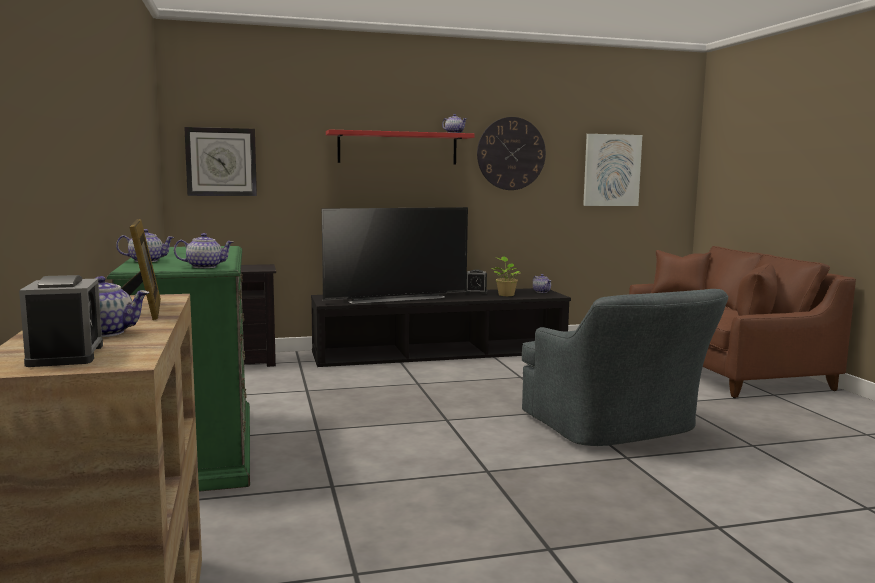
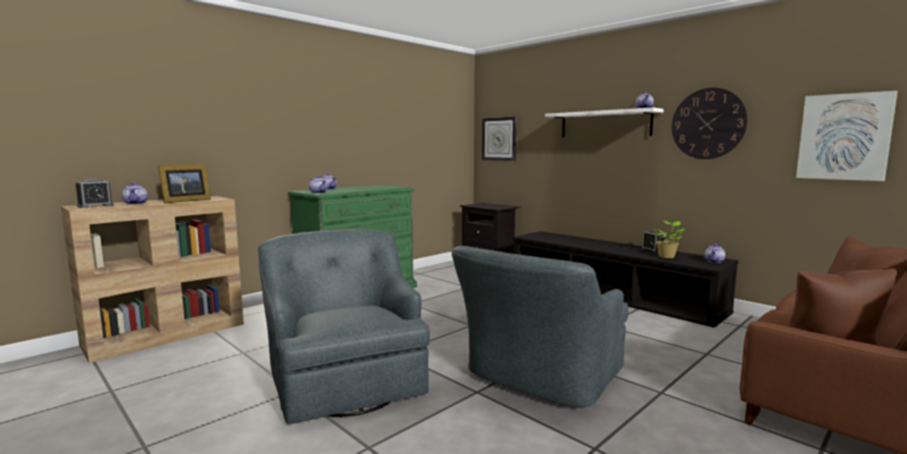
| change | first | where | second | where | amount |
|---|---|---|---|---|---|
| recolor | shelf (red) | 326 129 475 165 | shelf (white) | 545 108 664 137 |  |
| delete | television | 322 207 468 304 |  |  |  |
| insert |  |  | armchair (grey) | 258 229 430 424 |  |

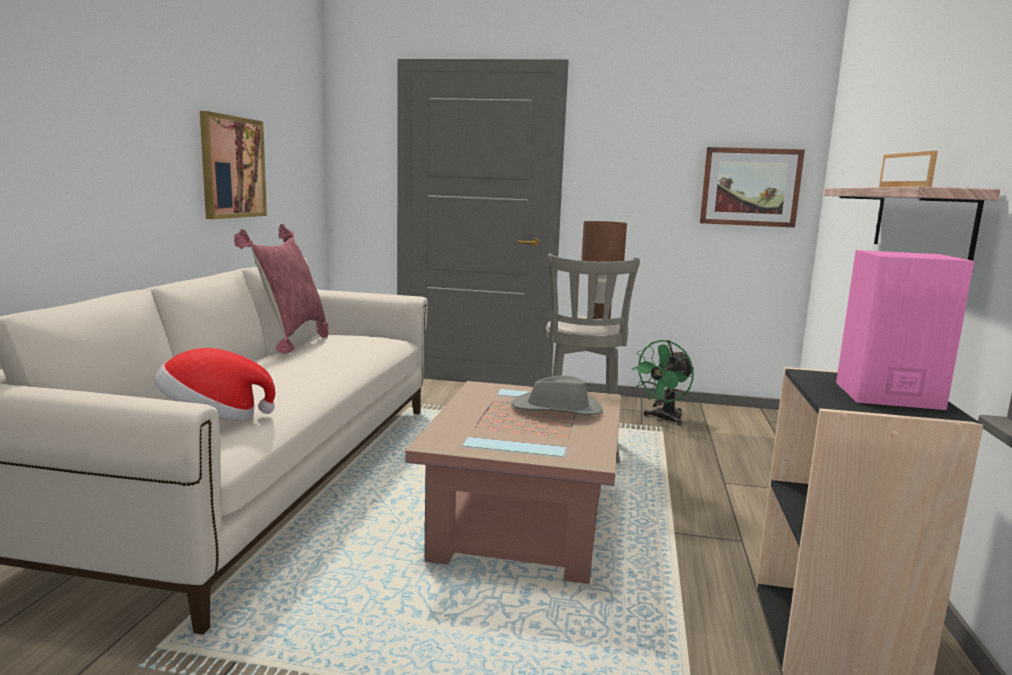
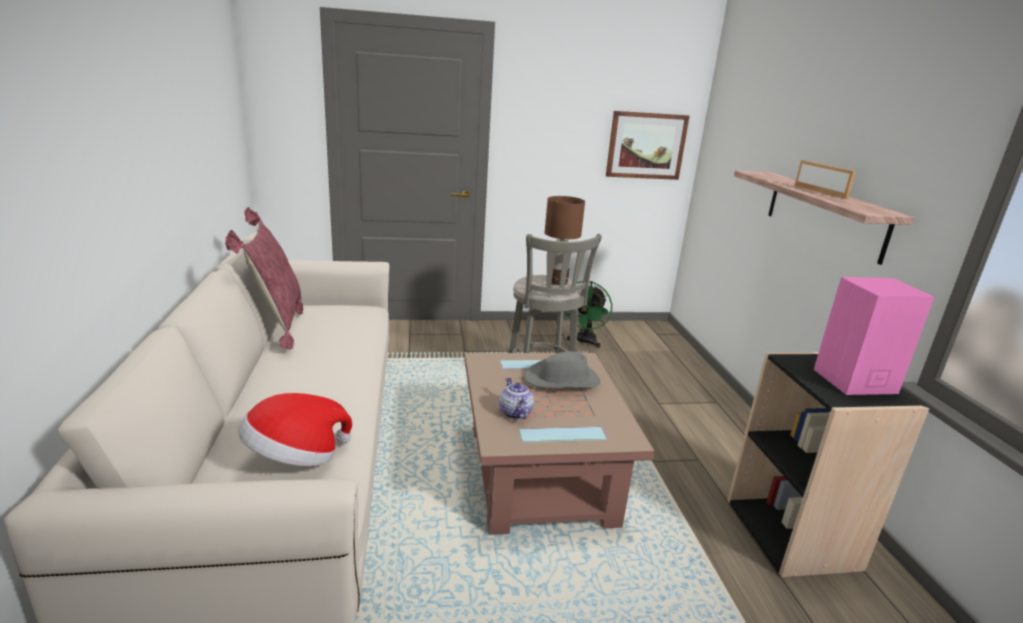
| change | first | where | second | where | amount |
|---|---|---|---|---|---|
| delete | picture | 200 111 267 219 |  |  |  |
| insert |  |  | teapot | 499 378 534 419 |  |

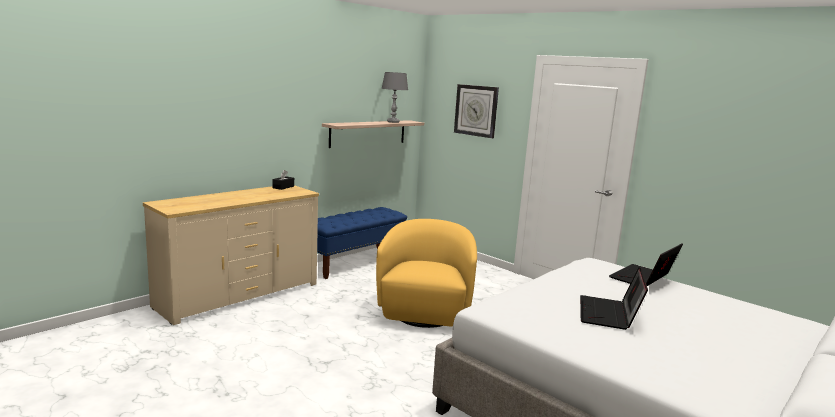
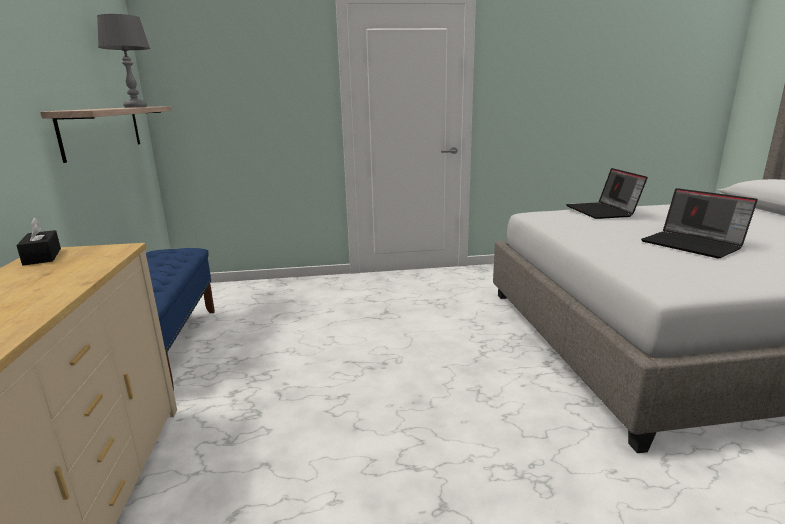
| change | first | where | second | where | amount |
|---|---|---|---|---|---|
| delete | wall clock | 454 84 499 138 |  |  |  |
| delete | armchair (yellow) | 376 219 477 328 |  |  |  |

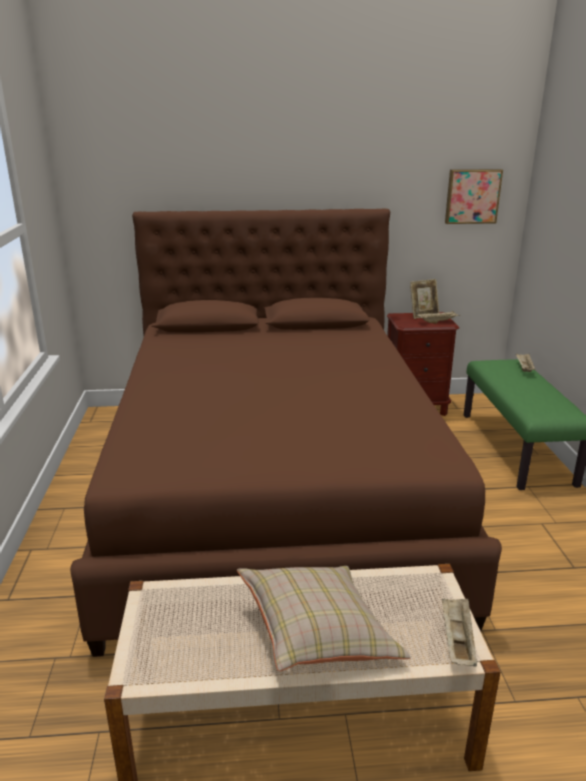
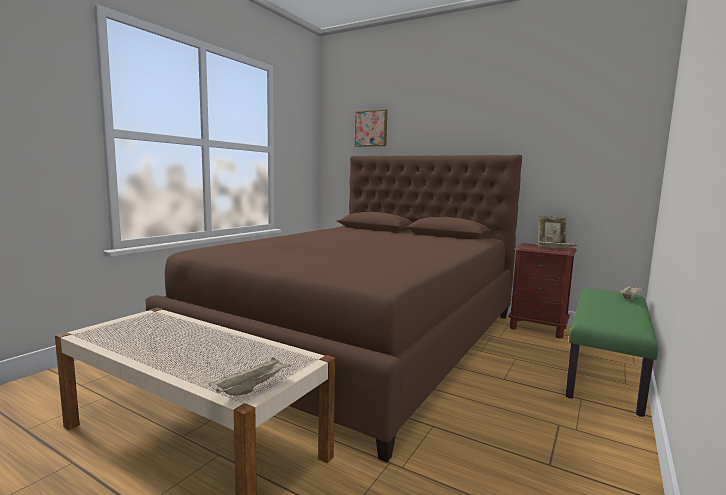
| change | first | where | second | where | amount |
|---|---|---|---|---|---|
| move | picture | 445 169 503 224 |  | 355 109 387 147 |  |
| delete | pillow (beige) | 237 566 411 671 |  |  |  |

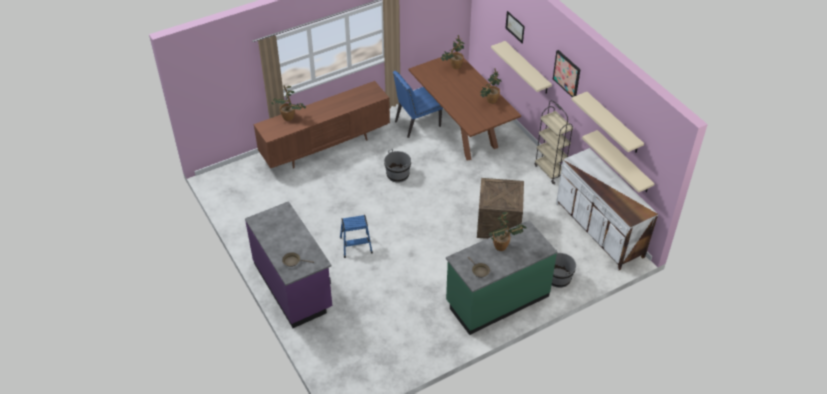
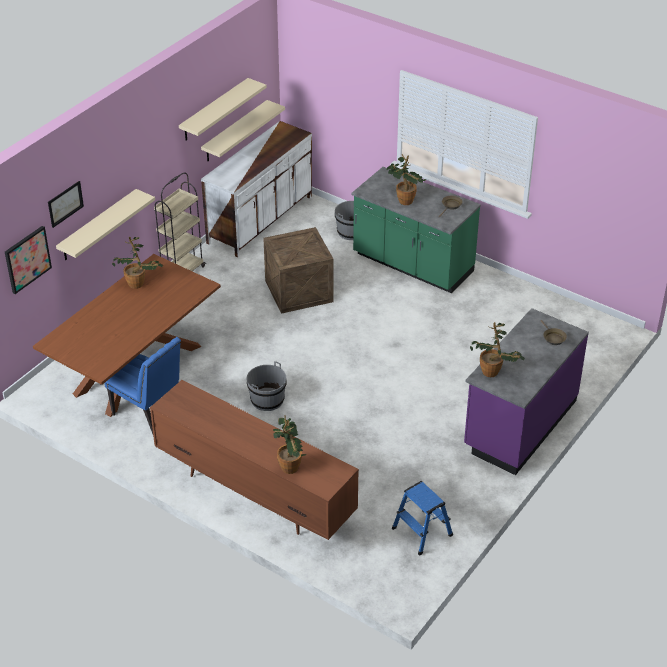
| change | first | where | second | where | amount |
|---|---|---|---|---|---|
| move | potted plant | 441 35 465 69 |  | 470 322 525 377 |  |
| move | picture | 553 50 581 97 |  | 5 226 52 294 |  |
| move | step ladder (blue) | 340 215 373 258 |  | 392 480 453 556 |  |

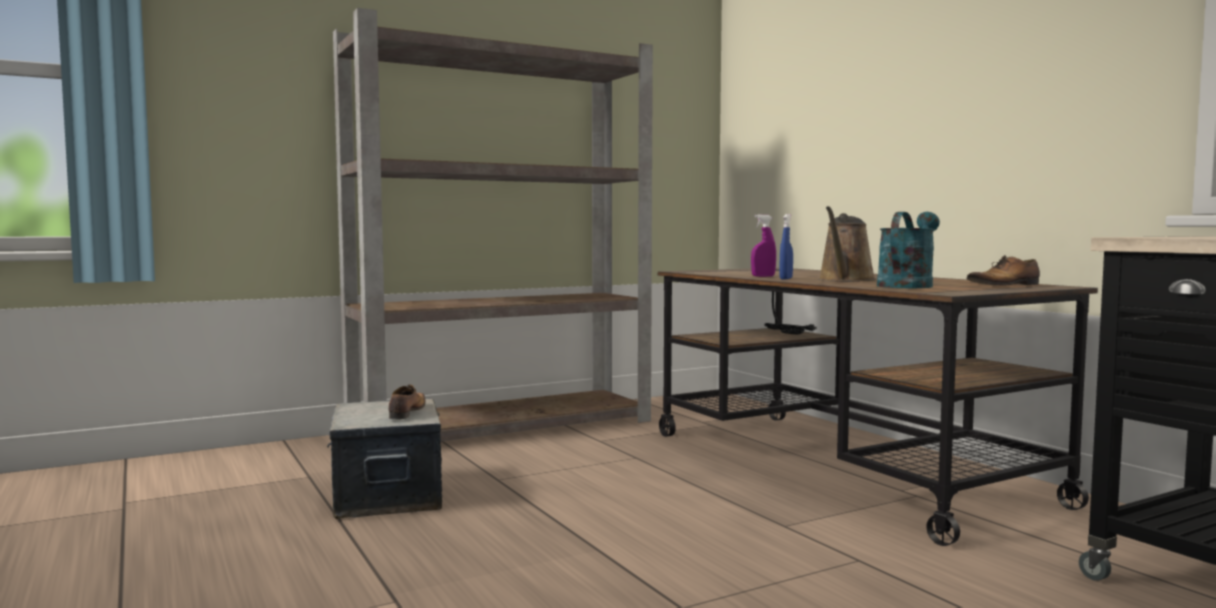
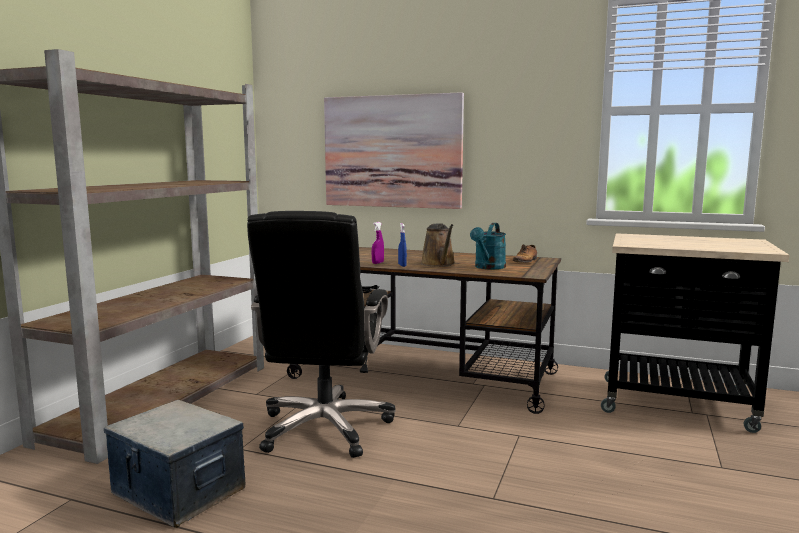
| change | first | where | second | where | amount |
|---|---|---|---|---|---|
| rotate | watering can (turquoise) | 877 212 940 288 |  | 470 223 506 269 | 150 degrees counterclockwise |
| delete | shoe | 389 384 425 419 |  |  |  |
| insert |  |  | picture | 324 92 464 209 |  |
| insert |  |  | office chair (black) | 247 211 395 458 |  |

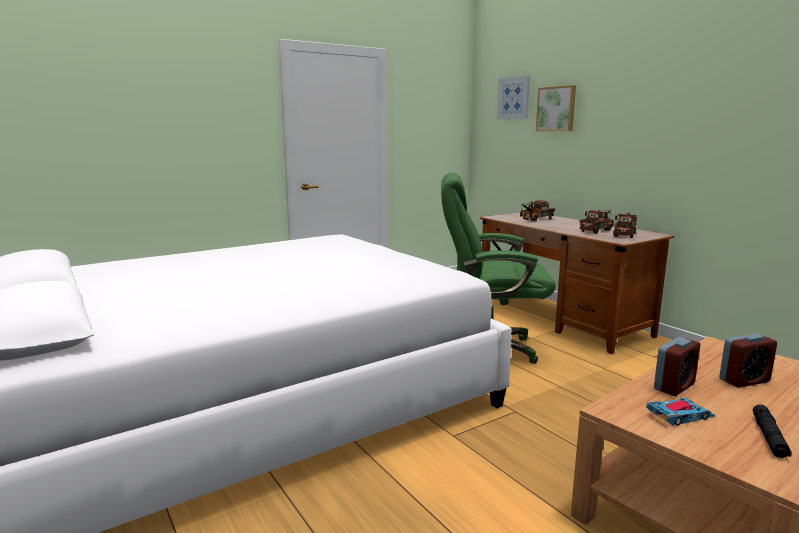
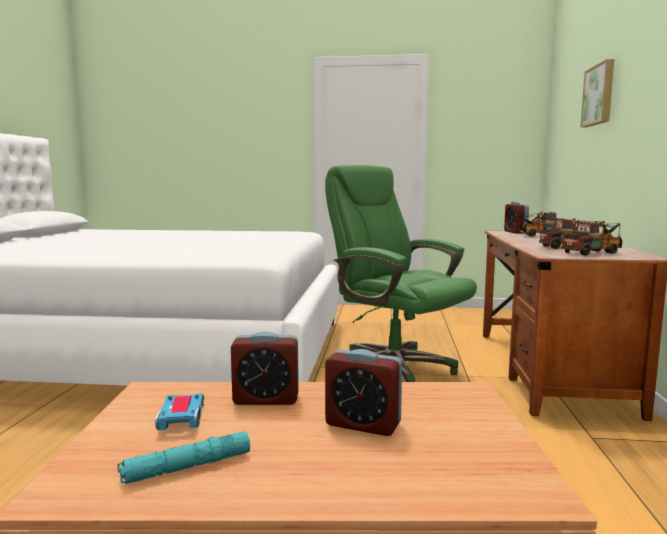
| change | first | where | second | where | amount |
|---|---|---|---|---|---|
| delete | picture | 497 76 530 119 |  |  |  |
| rotate | toy car | 646 398 715 425 |  | 155 393 204 430 | 120 degrees counterclockwise |
| recolor | flashlight (black) | 753 404 792 458 | flashlight (turquoise) | 118 431 250 484 |  |
| insert |  |  | alarm clock | 504 201 529 234 |  |

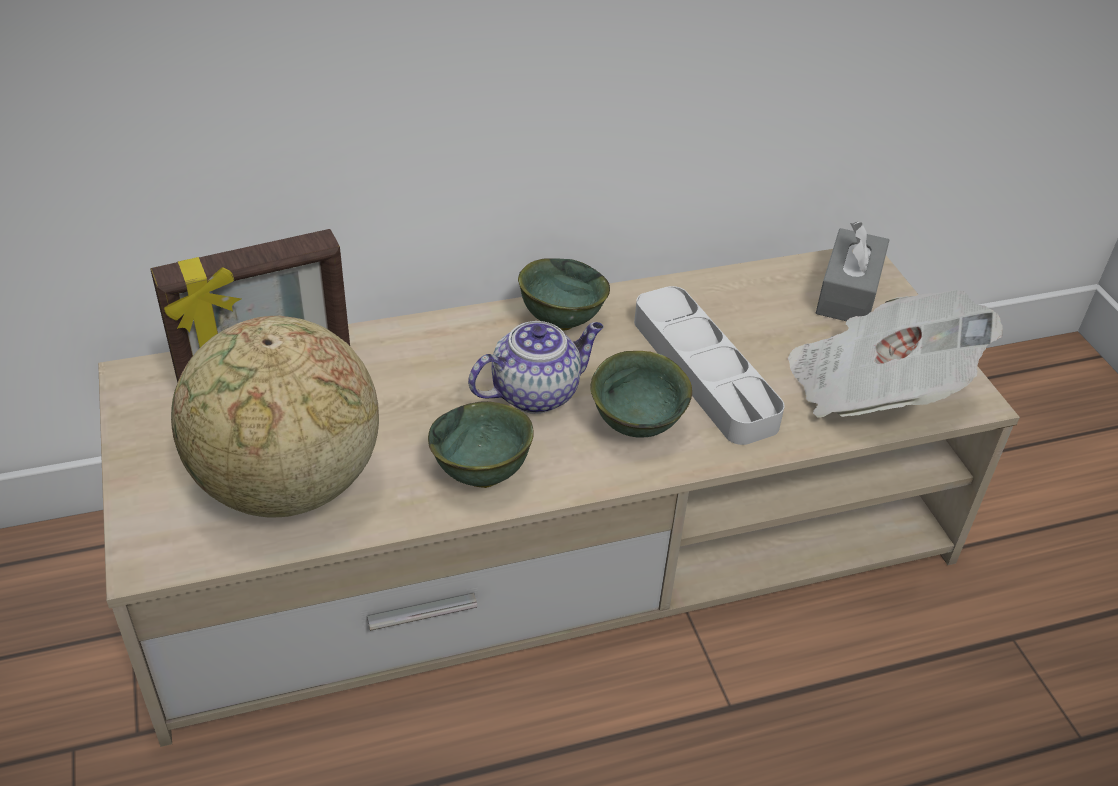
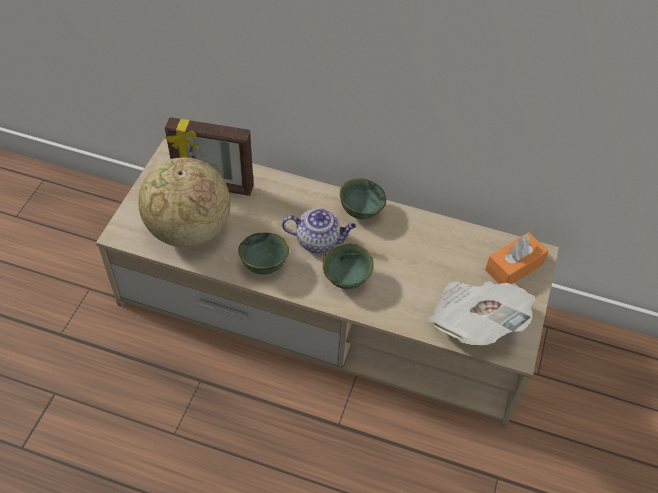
| change | first | where | second | where | amount |
|---|---|---|---|---|---|
| recolor | tissue box (grey) | 816 222 889 321 | tissue box (orange) | 485 232 549 284 |  |
| delete | tray (grey) | 634 286 785 445 |  |  |  |

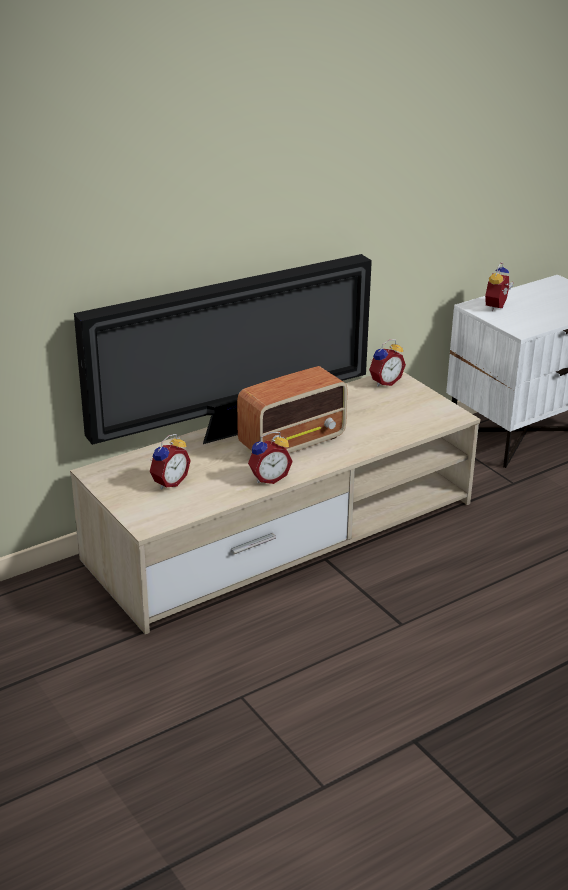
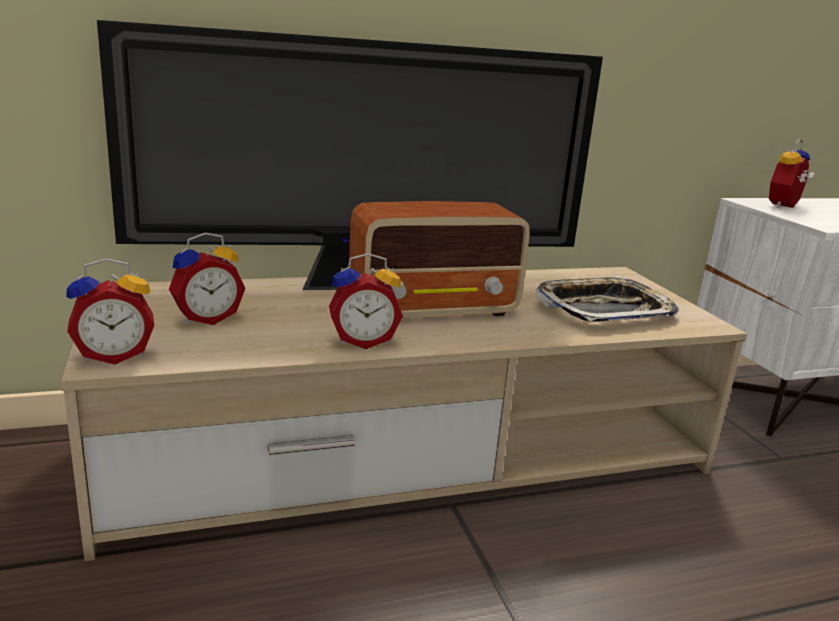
| change | first | where | second | where | amount |
|---|---|---|---|---|---|
| move | alarm clock | 369 340 406 387 |  | 66 258 154 365 |  |
| insert |  |  | tray | 536 276 679 322 |  |

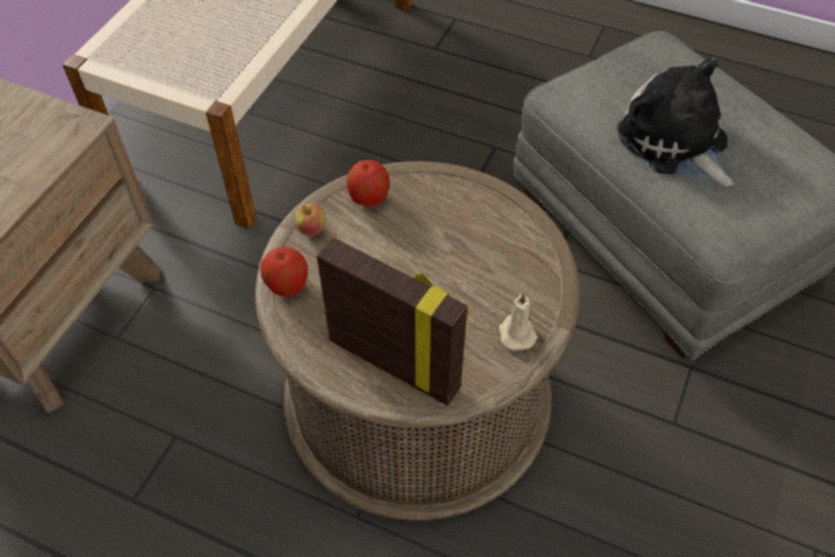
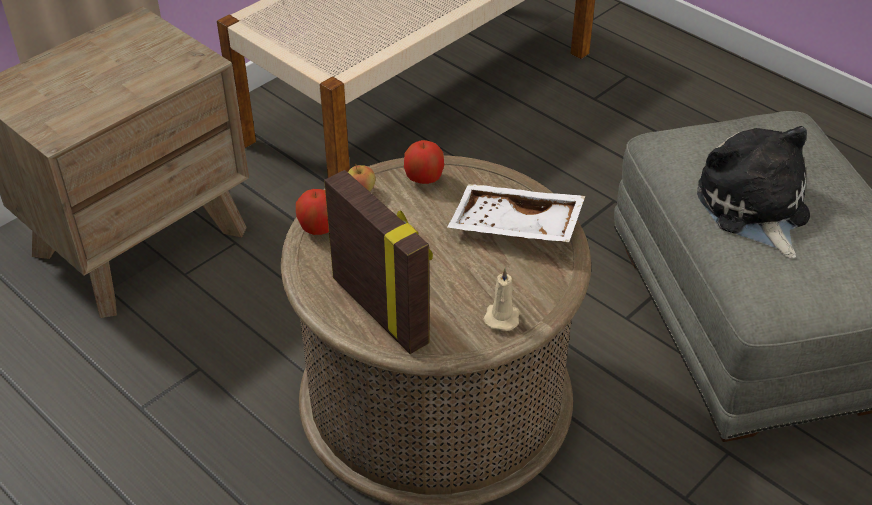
| change | first | where | second | where | amount |
|---|---|---|---|---|---|
| insert |  |  | tray (white) | 447 184 585 242 |  |

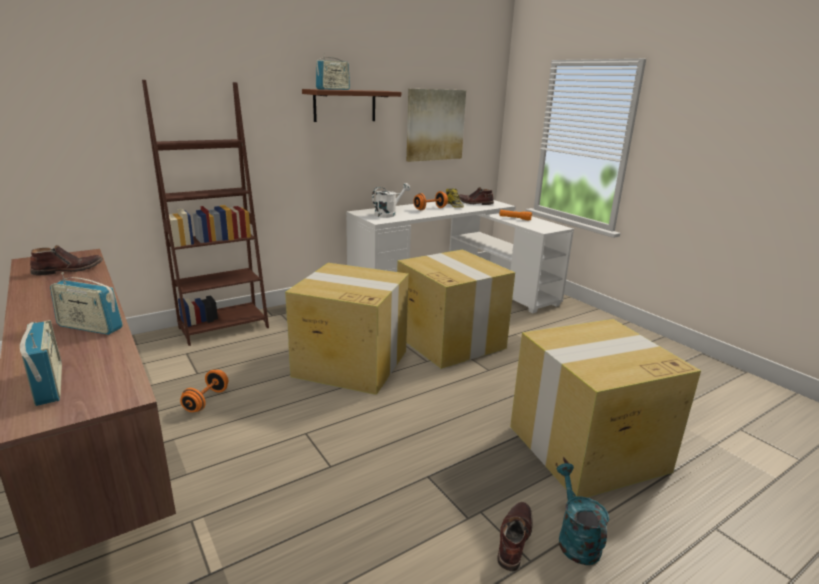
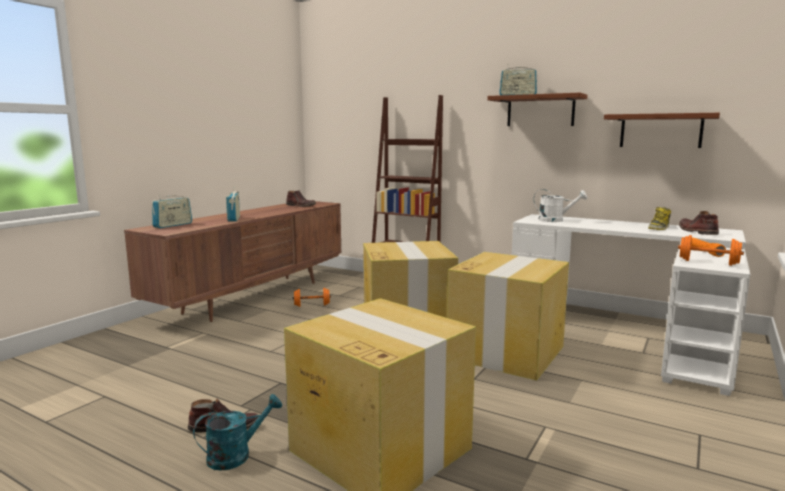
| change | first | where | second | where | amount |
|---|---|---|---|---|---|
| replace | picture | 406 89 466 162 | shelf (brown) | 604 113 720 148 |  |
| move | dumbbell (orange) | 413 191 448 210 |  | 678 235 744 266 |  |

